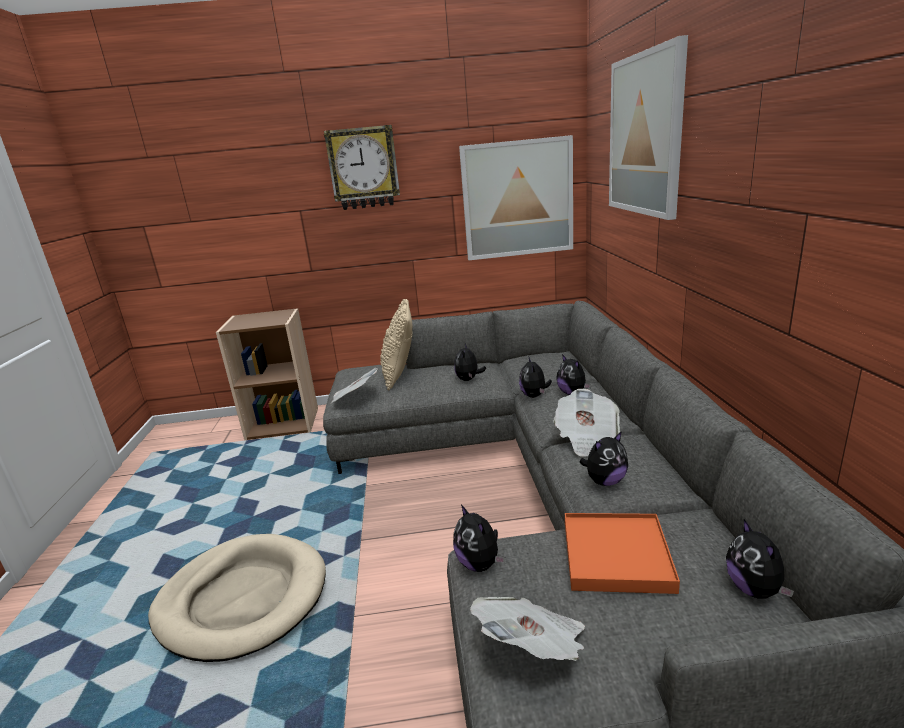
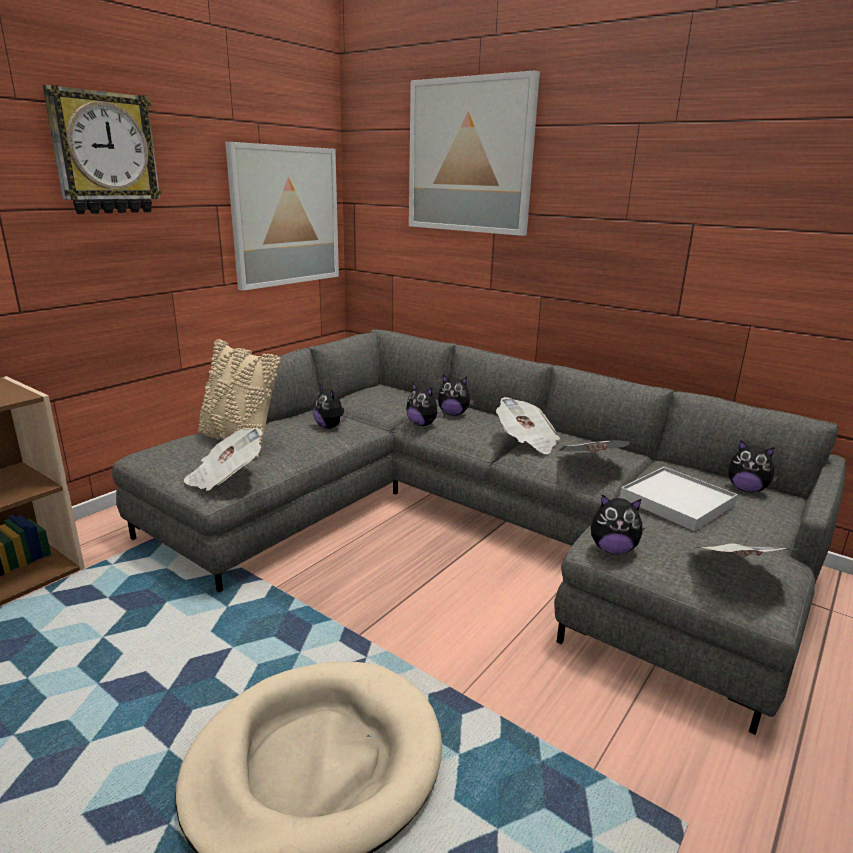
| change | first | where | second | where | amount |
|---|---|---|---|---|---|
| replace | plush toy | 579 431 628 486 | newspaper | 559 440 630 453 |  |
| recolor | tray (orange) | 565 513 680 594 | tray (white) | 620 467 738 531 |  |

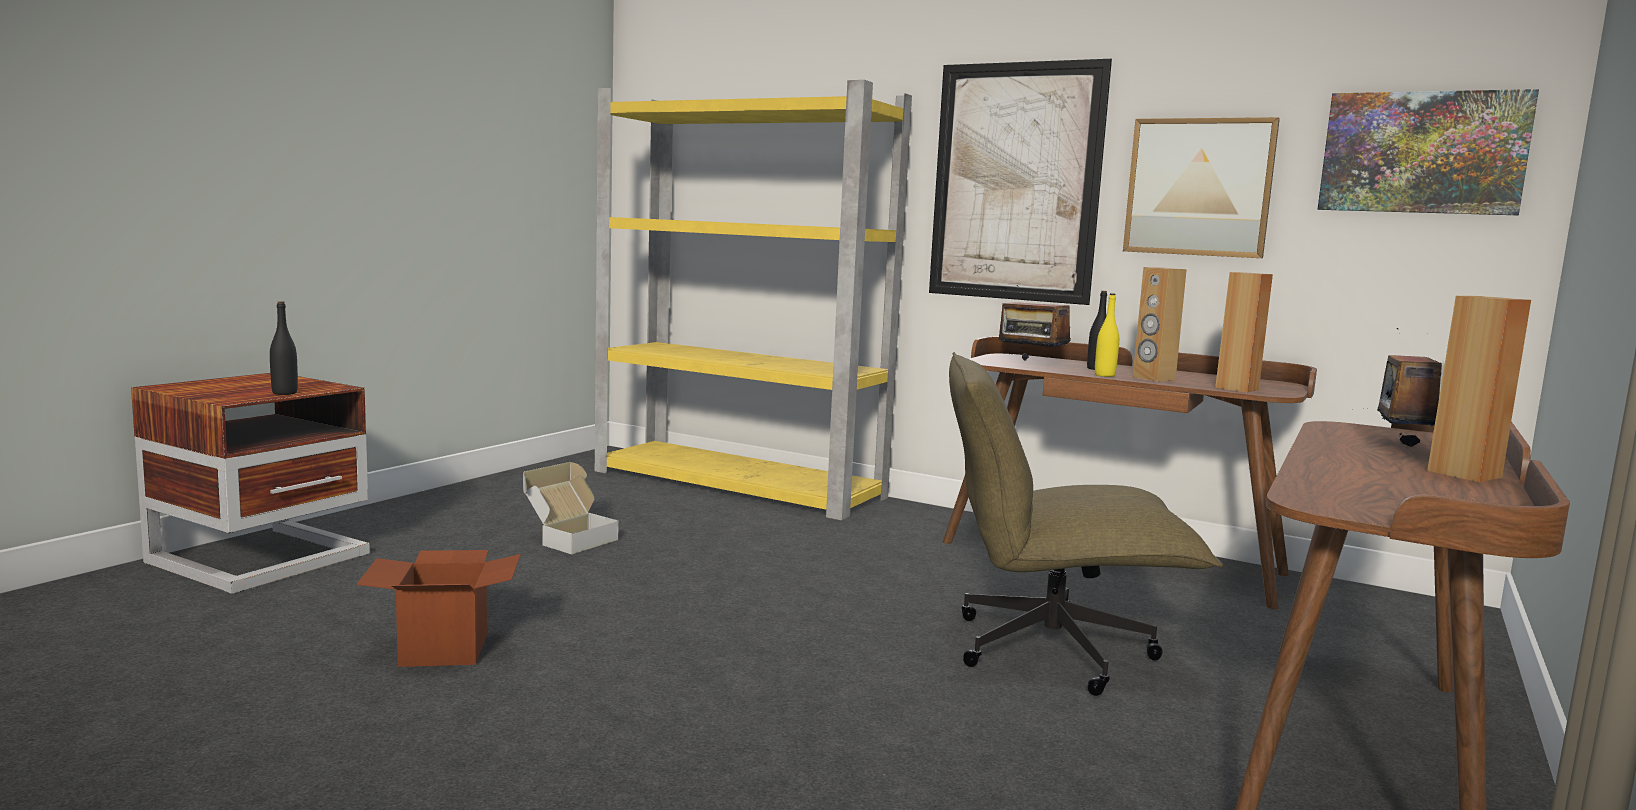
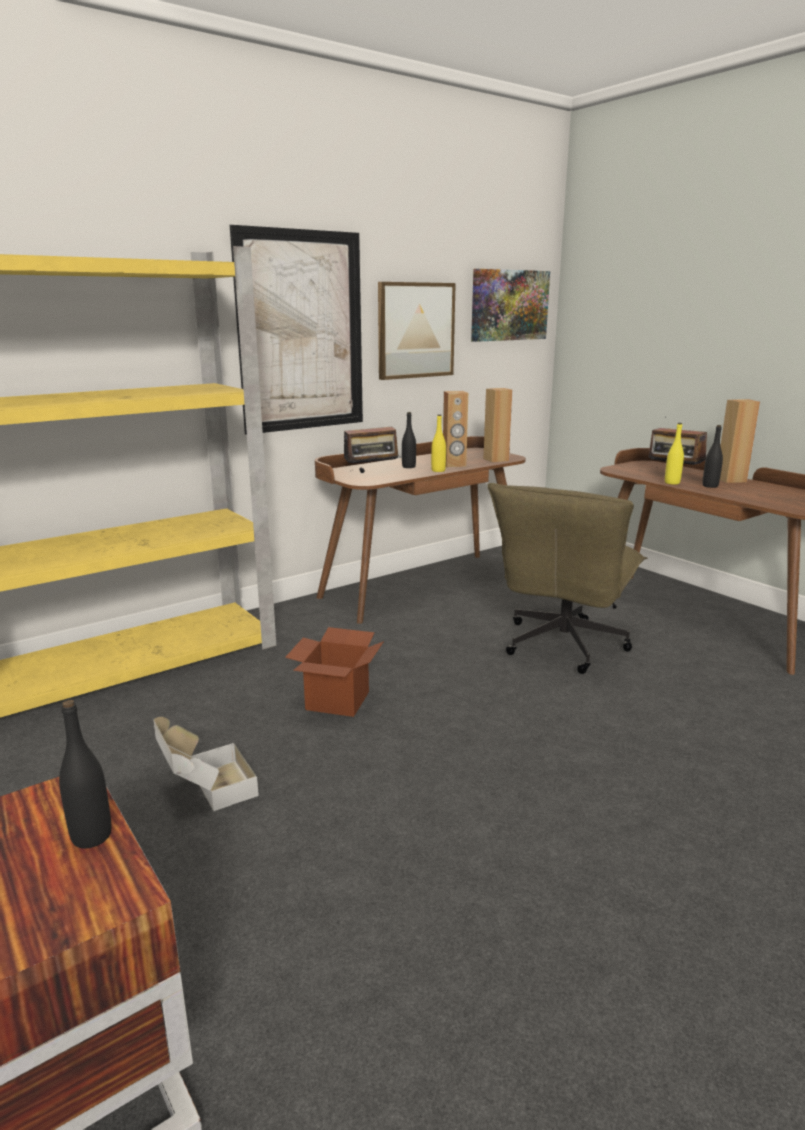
| change | first | where | second | where | amount |
|---|---|---|---|---|---|
| move | cardboard box | 356 550 521 667 |  | 285 627 384 717 |  |
| insert |  |  | bottle (yellow) | 665 423 684 485 |  |
| insert |  |  | bottle (black) | 702 425 723 488 |  |

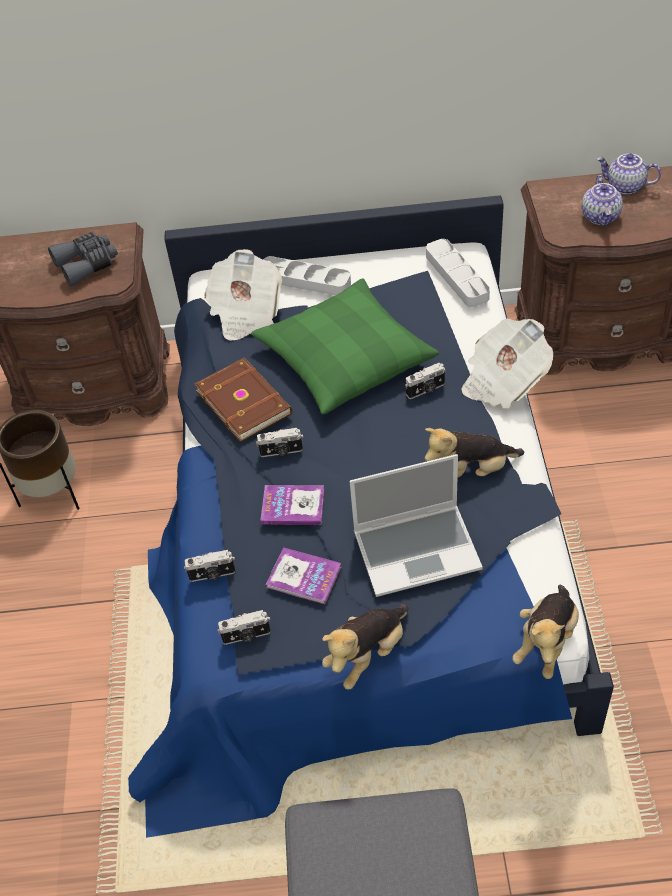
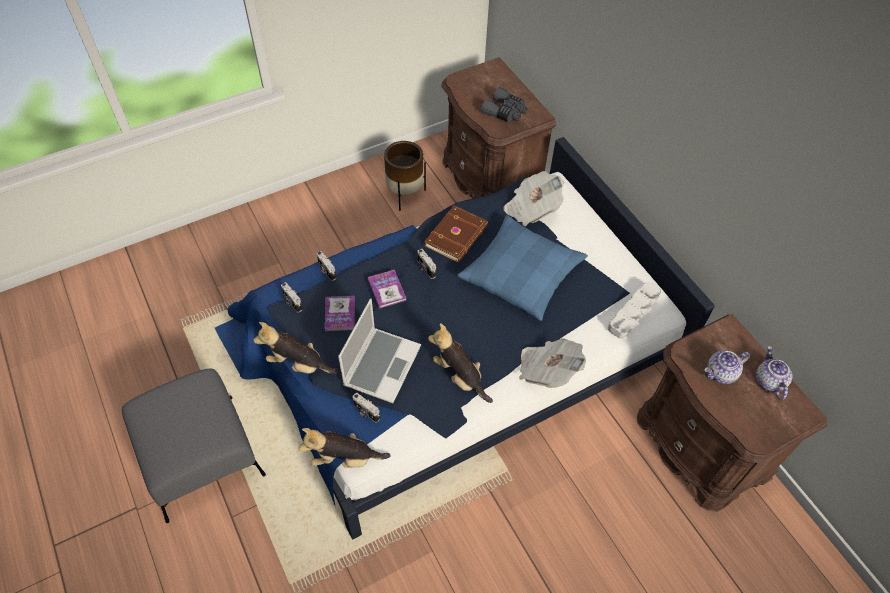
| change | first | where | second | where | amount |
|---|---|---|---|---|---|
| delete | tray (grey) | 263 256 351 295 |  |  |  |
| recolor | pillow (green) | 251 278 439 414 | pillow (blue) | 457 215 588 321 |  |
| move | photo camera | 405 363 445 399 |  | 352 393 380 423 |  |
| rotate | laptop | 350 454 483 597 |  | 338 299 421 403 | 120 degrees counterclockwise |

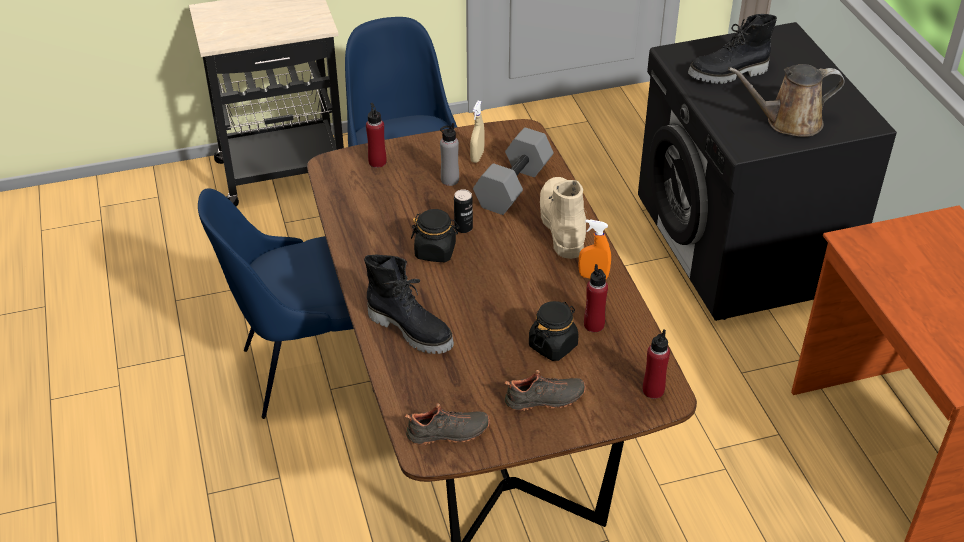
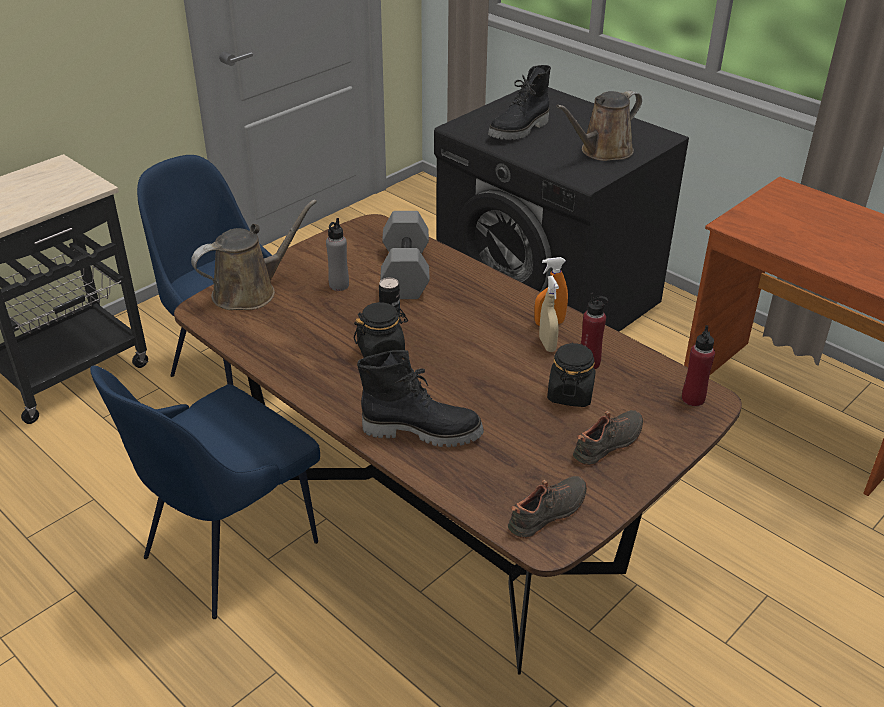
| change | first | where | second | where | amount |
|---|---|---|---|---|---|
| move | spray bottle (beige) | 470 101 484 163 |  | 539 276 559 352 |  |
| replace | bottle (red) | 366 103 387 168 | watering can (brown) | 191 199 317 310 |  |
| delete | boot (beige) | 540 177 587 259 |  |  |  |

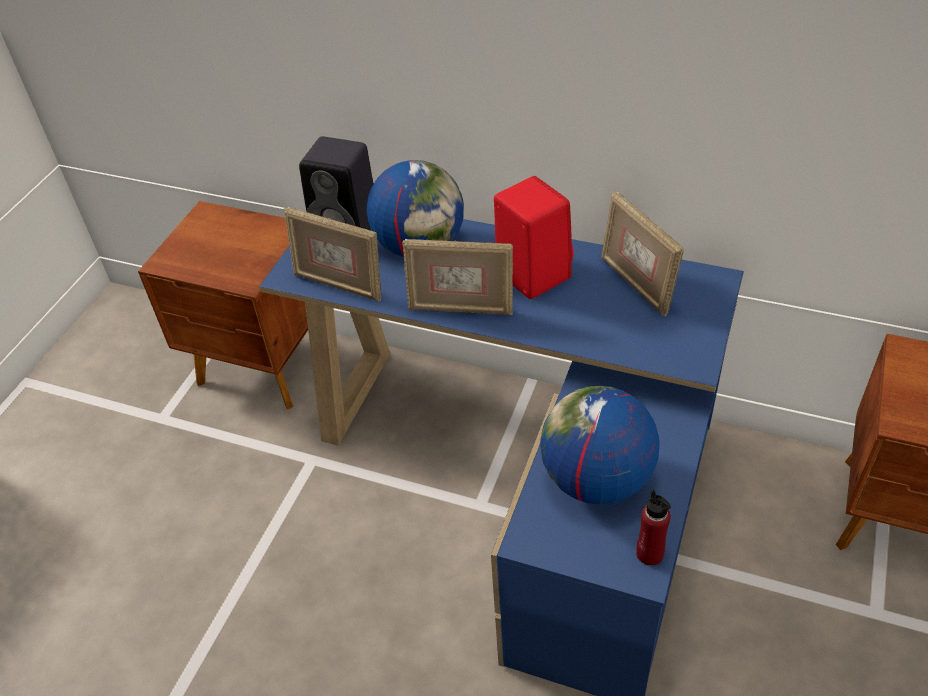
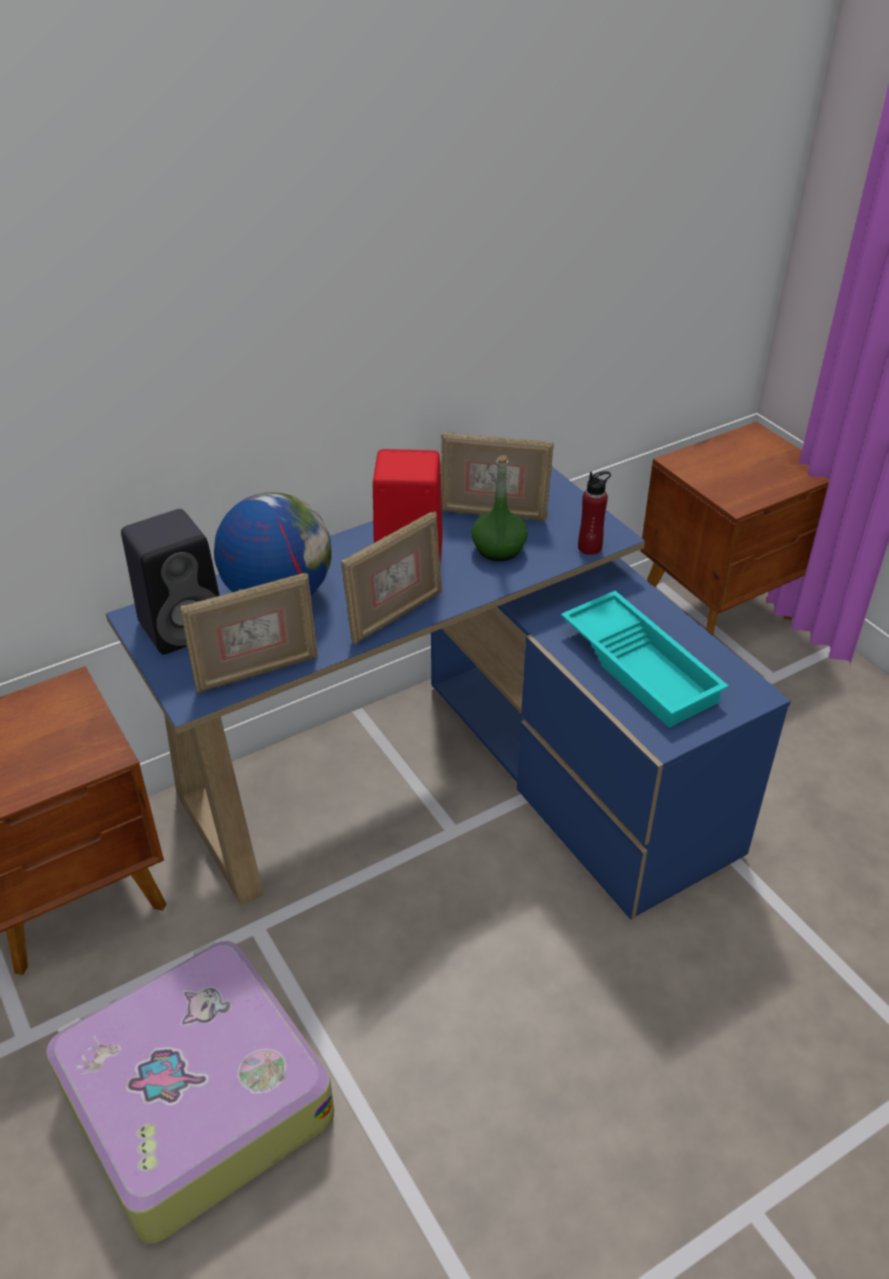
| change | first | where | second | where | amount |
|---|---|---|---|---|---|
| replace | globe | 540 386 660 505 | tray (turquoise) | 561 591 729 728 |  |
| move | bottle (red) | 636 490 671 566 |  | 578 471 611 555 |  |
| insert |  |  | bottle (green) | 471 455 528 561 |  |
| insert |  |  | suitcase | 46 941 334 1243 |  |

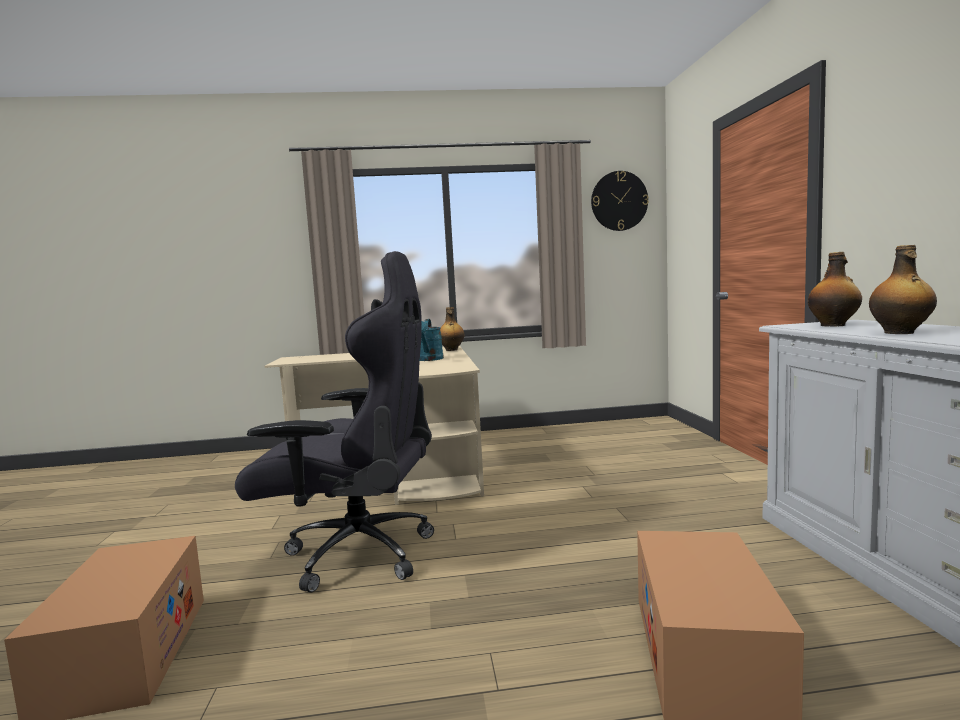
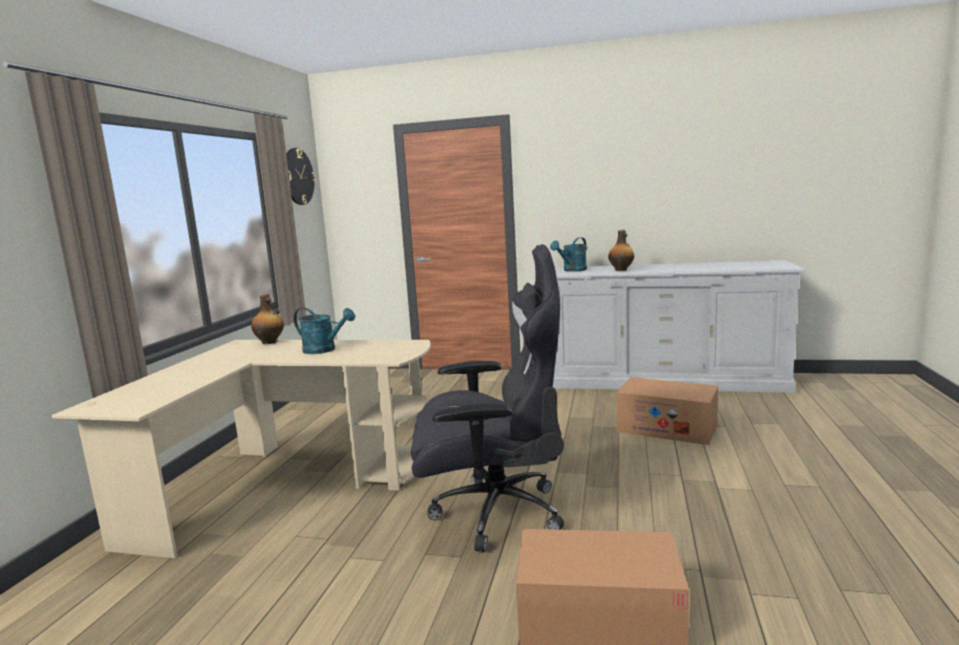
| change | first | where | second | where | amount |
|---|---|---|---|---|---|
| rotate | office chair (black) | 235 251 434 593 |  | 411 244 564 552 | 60 degrees clockwise |
| replace | bottle | 808 252 862 327 | watering can (turquoise) | 550 237 587 272 |  |

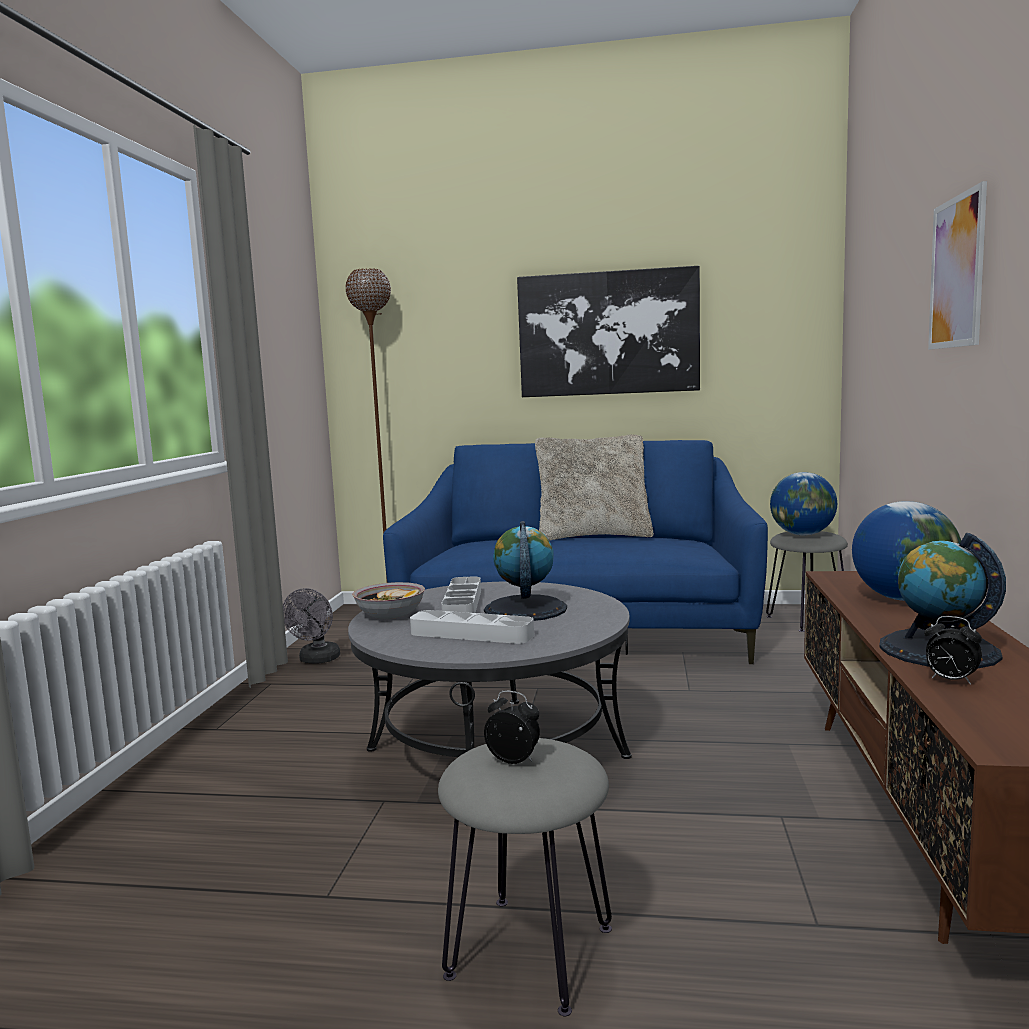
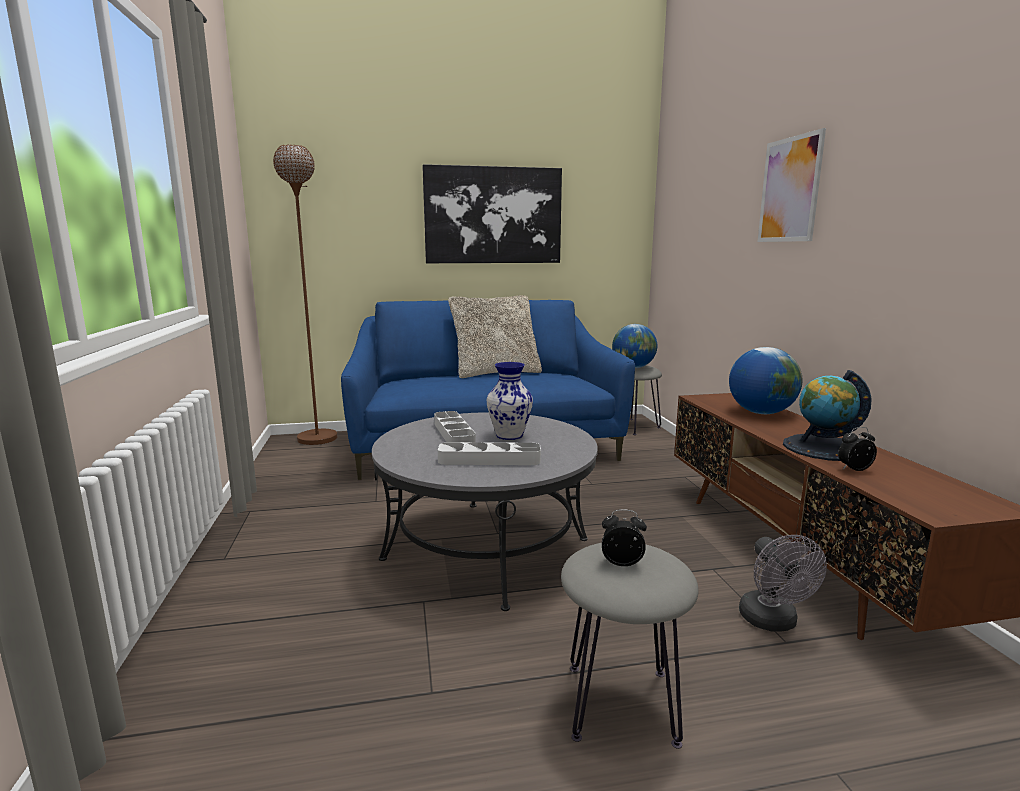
| change | first | where | second | where | amount |
|---|---|---|---|---|---|
| replace | globe | 484 521 567 621 | vase | 487 362 533 440 |  |
| delete | bowl | 352 582 425 619 |  |  |  |
| move | fan (grey) | 283 588 340 664 |  | 739 535 827 631 |  |
| rotate | alarm clock | 924 616 982 685 |  | 838 427 877 471 | 150 degrees clockwise |

